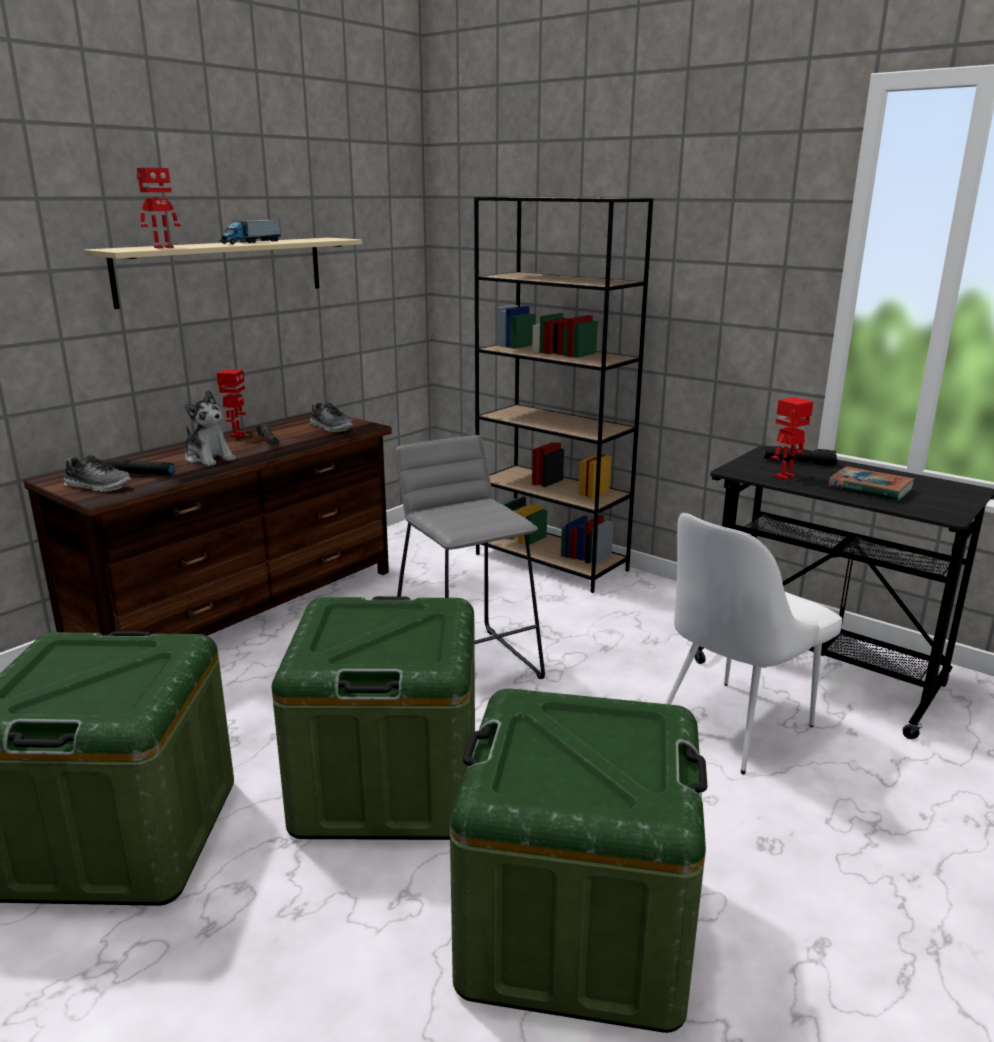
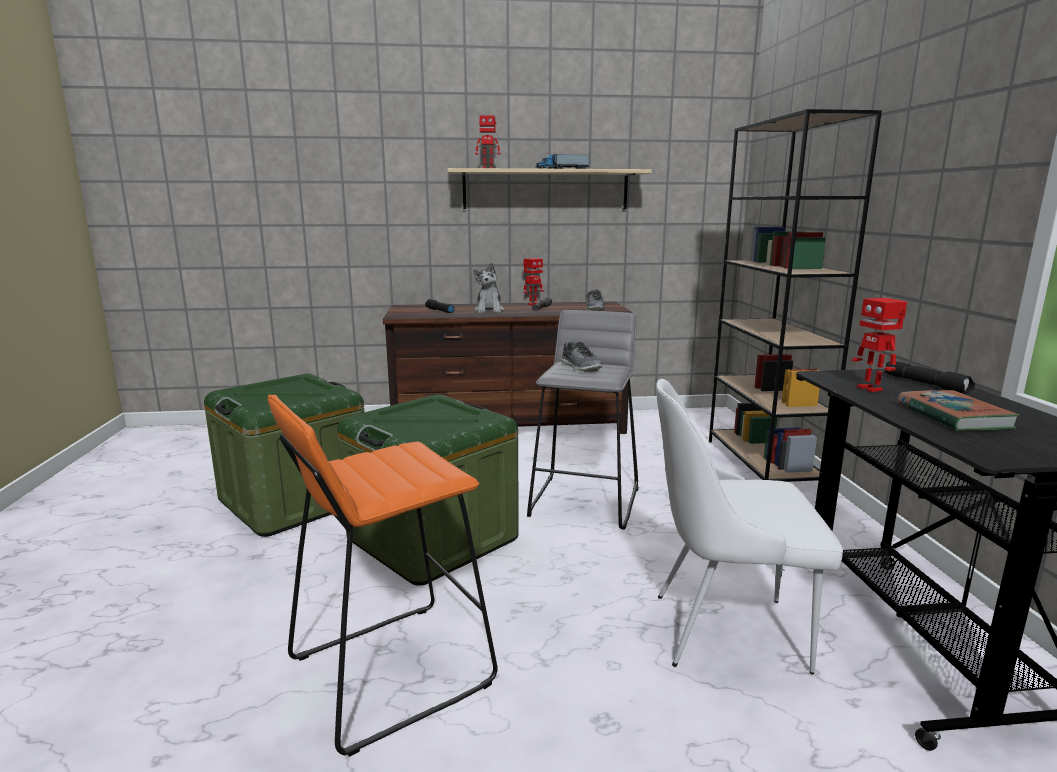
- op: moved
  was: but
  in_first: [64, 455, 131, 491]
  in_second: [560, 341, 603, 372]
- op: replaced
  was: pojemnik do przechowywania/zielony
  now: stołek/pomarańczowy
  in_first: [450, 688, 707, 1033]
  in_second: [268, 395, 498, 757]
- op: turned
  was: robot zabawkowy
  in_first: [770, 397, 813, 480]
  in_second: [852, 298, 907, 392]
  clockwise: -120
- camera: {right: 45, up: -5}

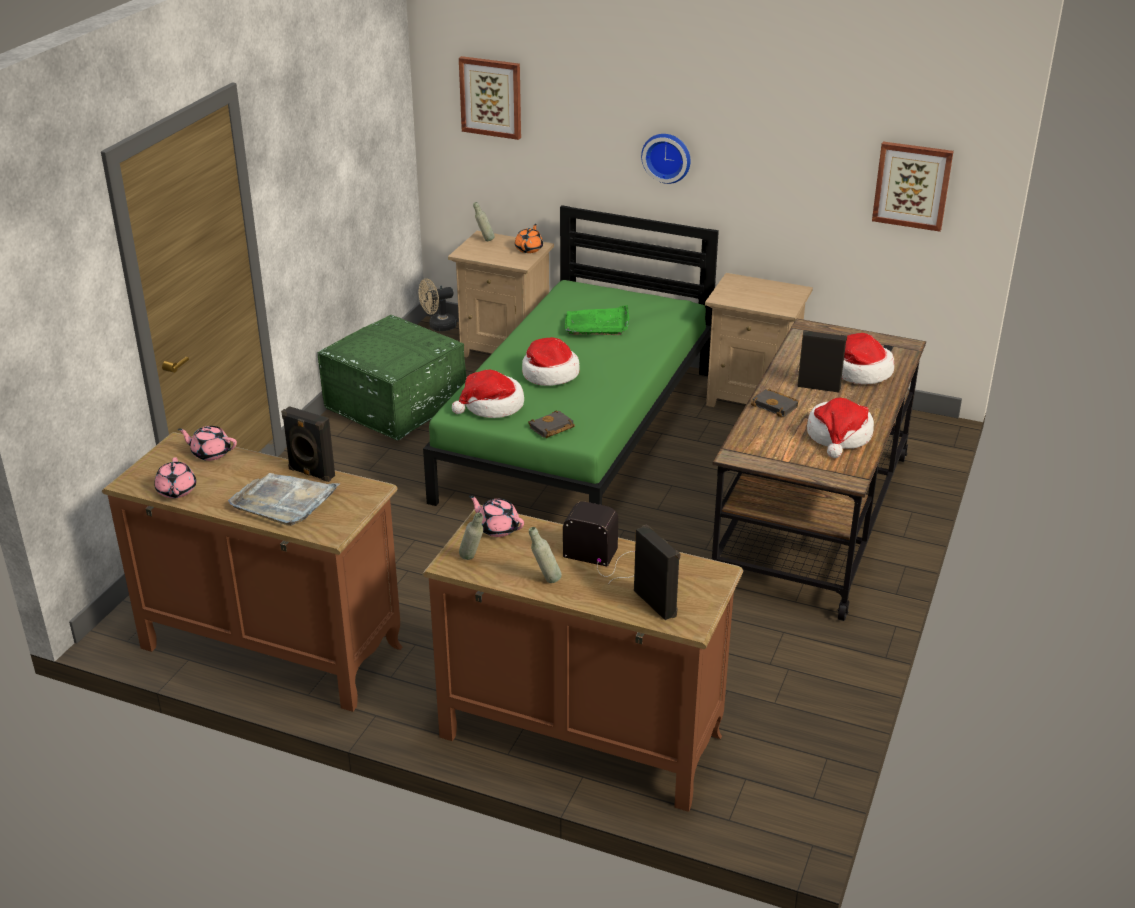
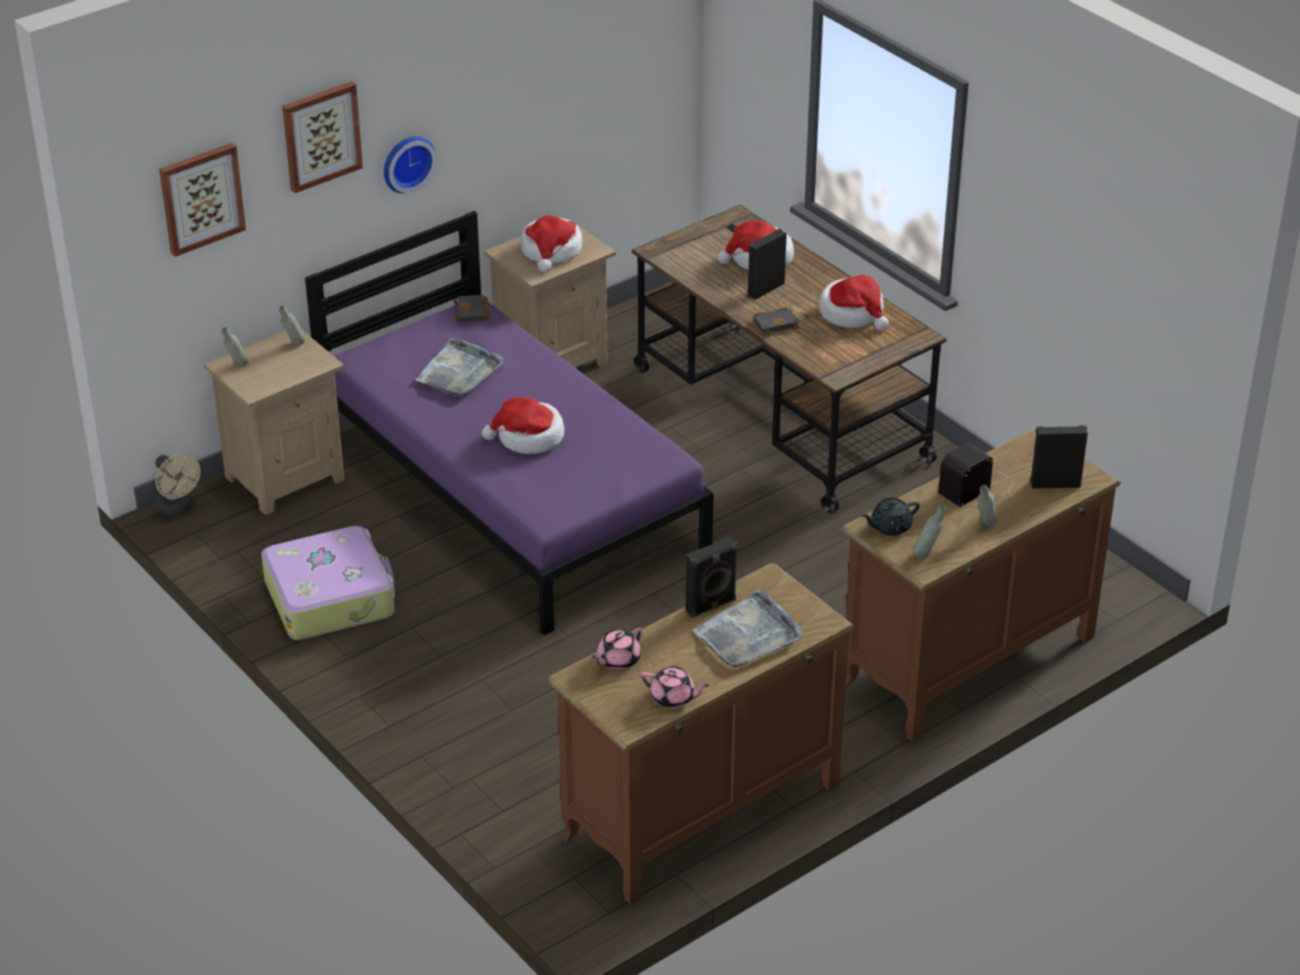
- op: replaced
  was: pufa/zielony
  now: walizka
  in_first: [318, 315, 466, 440]
  in_second: [261, 526, 395, 640]
- op: turned
  was: wentylator/beżowy
  in_first: [418, 278, 457, 331]
  in_second: [155, 454, 200, 516]
  clockwise: -45
- op: recoloured
  was: łóżko/zielony
  now: łóżko/fioletowy
  in_first: [423, 205, 719, 506]
  in_second: [305, 211, 714, 636]
- op: moved
  was: kapelusz
  in_first: [452, 370, 524, 418]
  in_second: [521, 215, 583, 273]
- op: recoloured
  was: imbryk/różowy
  now: imbryk/czarny
  in_first: [469, 495, 524, 537]
  in_second: [862, 498, 920, 536]
- op: replaced
  was: imbryk/pomarańczowy
  now: butelka/szary
  in_first: [515, 224, 543, 253]
  in_second: [279, 306, 305, 346]
- op: moved
  was: książka/czarny
  in_first: [528, 410, 575, 438]
  in_second: [453, 295, 490, 323]
- op: recoloured
  was: taca/zielony
  now: taca/szary
  in_first: [565, 305, 630, 335]
  in_second: [415, 338, 504, 397]
- op: moved
  was: obraz
  in_first: [872, 142, 954, 232]
  in_second: [282, 81, 363, 193]
- camera: {right: -60, up: 5}

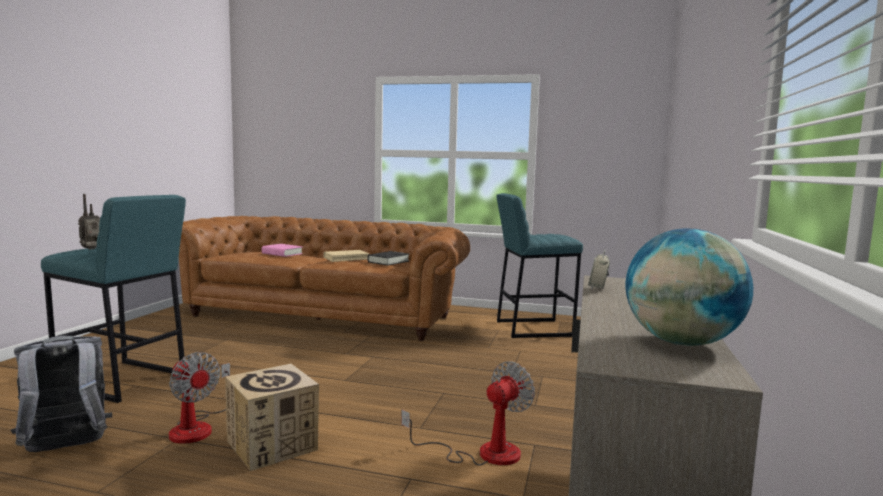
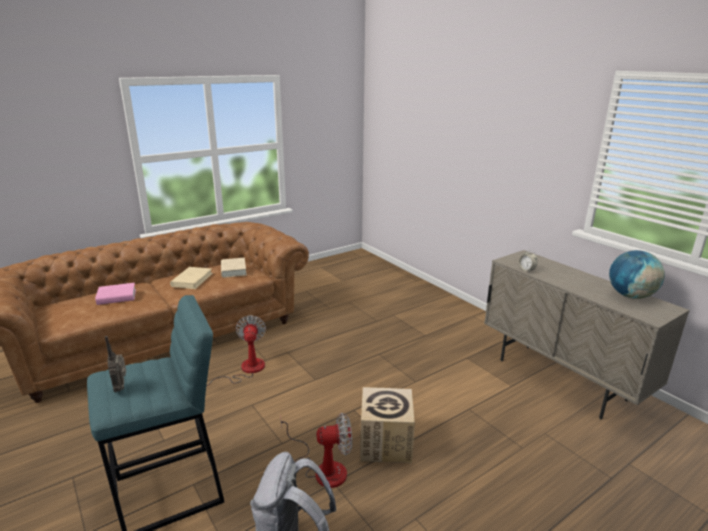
- op: recoloured
  was: książka/czarny
  now: książka/beżowy
  in_first: [368, 251, 409, 266]
  in_second: [221, 258, 247, 278]
- op: moved
  was: wentylator
  in_first: [401, 362, 535, 466]
  in_second: [206, 315, 266, 386]
- op: removed
  was: stołek/turkusowy
  in_first: [496, 193, 583, 338]
- camera: {right: -50, up: 15}

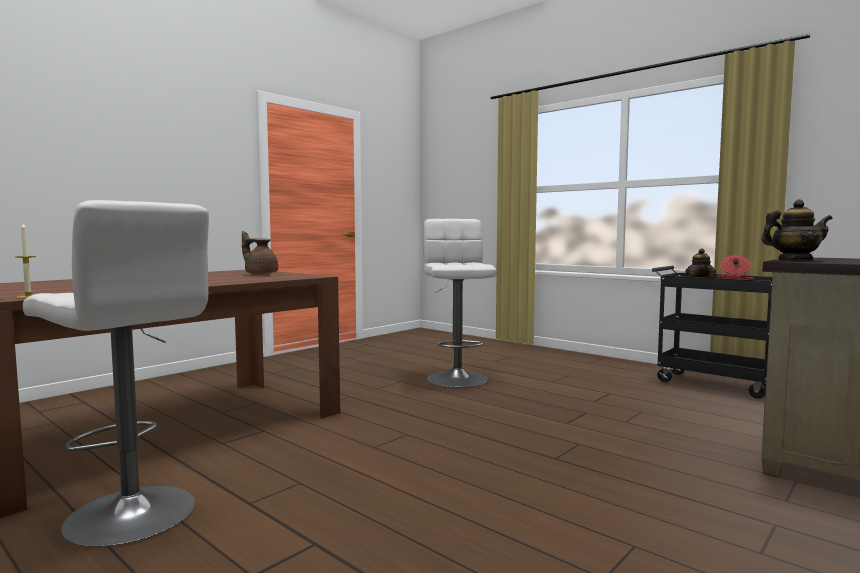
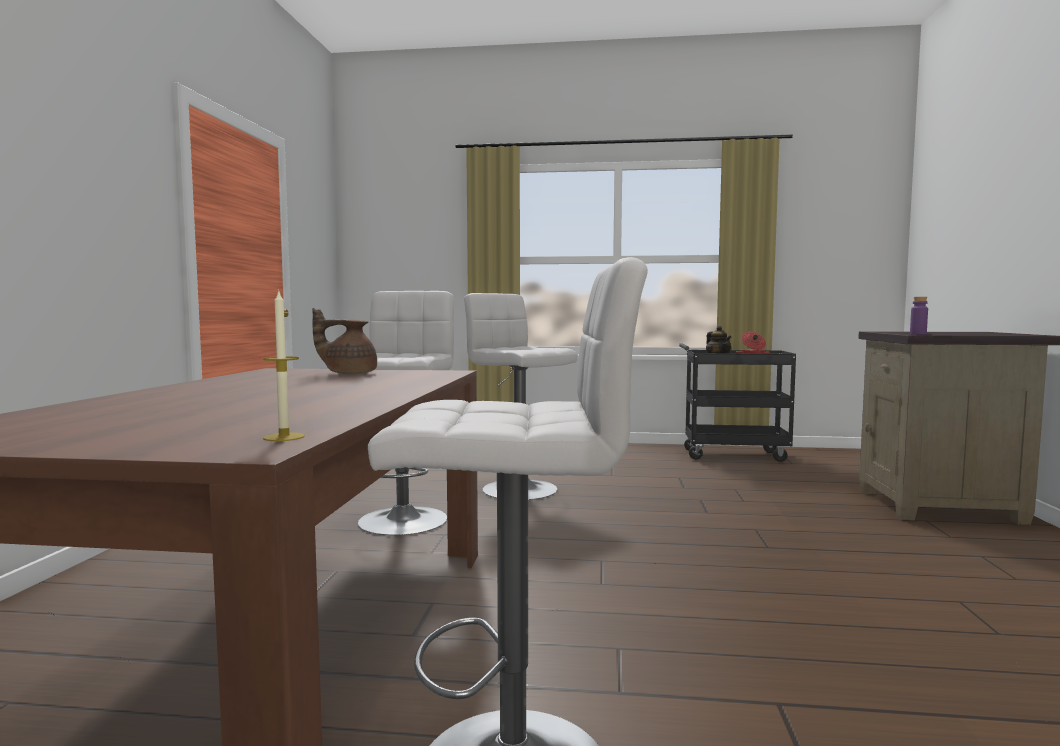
- op: replaced
  was: imbryk
  now: butelka/fioletowy
  in_first: [761, 199, 832, 260]
  in_second: [910, 297, 928, 335]
- op: added
  now: stołek/biały
  in_second: [358, 291, 454, 535]
- camera: {right: -35, up: 0}

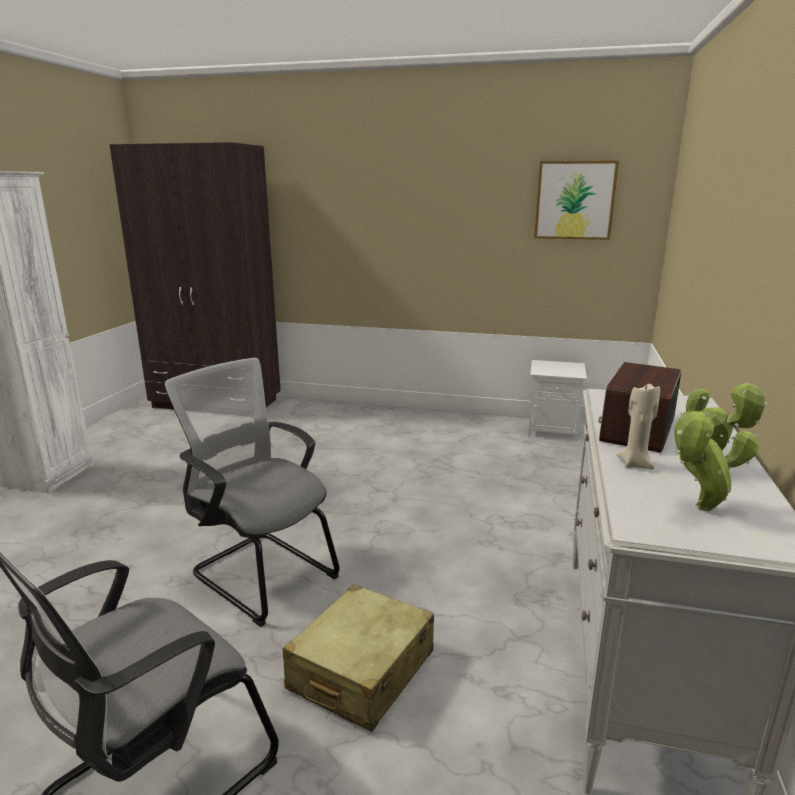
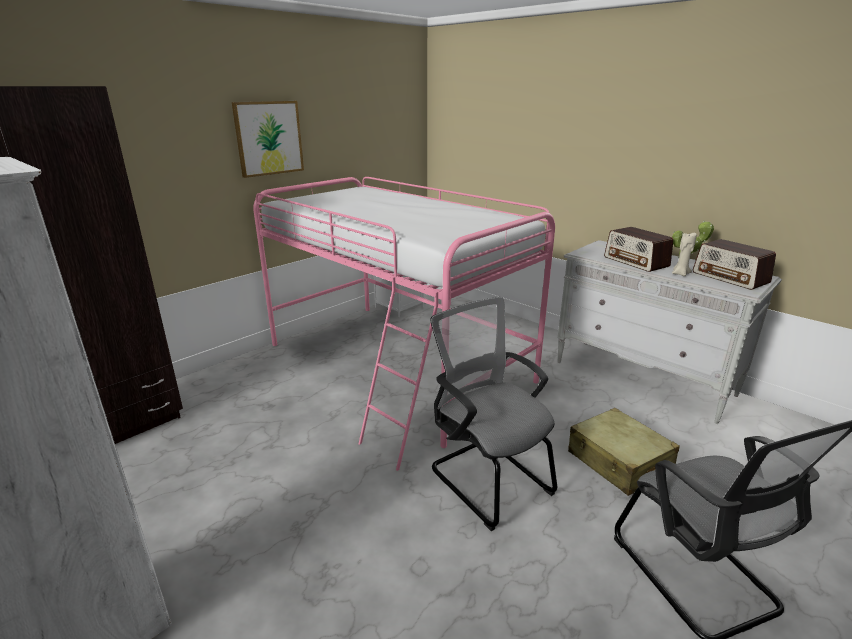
- op: turned
  was: krzesło
  in_first: [164, 358, 340, 627]
  in_second: [431, 297, 557, 531]
  clockwise: 75
- op: moved
  was: obraz
  in_first: [534, 160, 619, 240]
  in_second: [232, 101, 304, 178]
- op: replaced
  was: roślina doniczkowa
  now: radio
  in_first: [674, 411, 759, 512]
  in_second: [693, 239, 776, 290]
- op: added
  now: łóżko/różowy
  in_second: [253, 177, 555, 471]
- camera: {right: -60, up: 5}

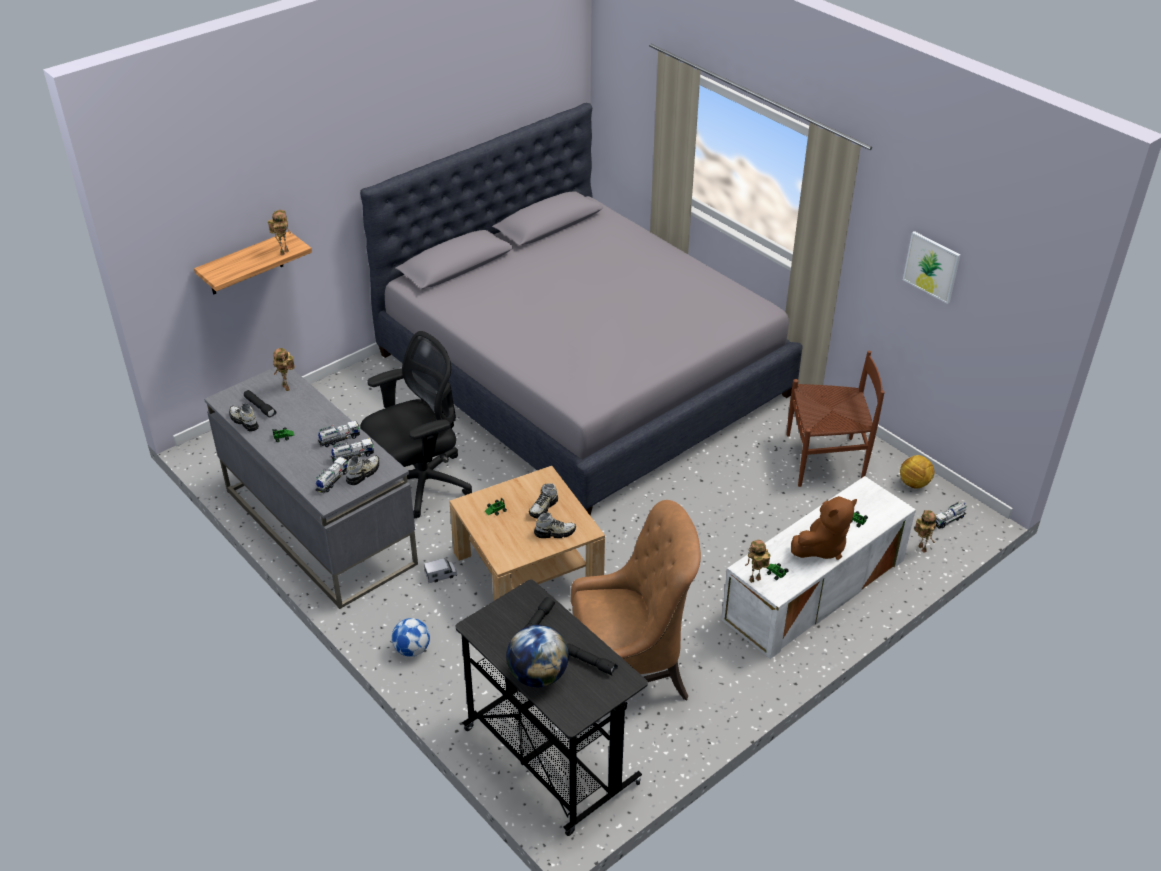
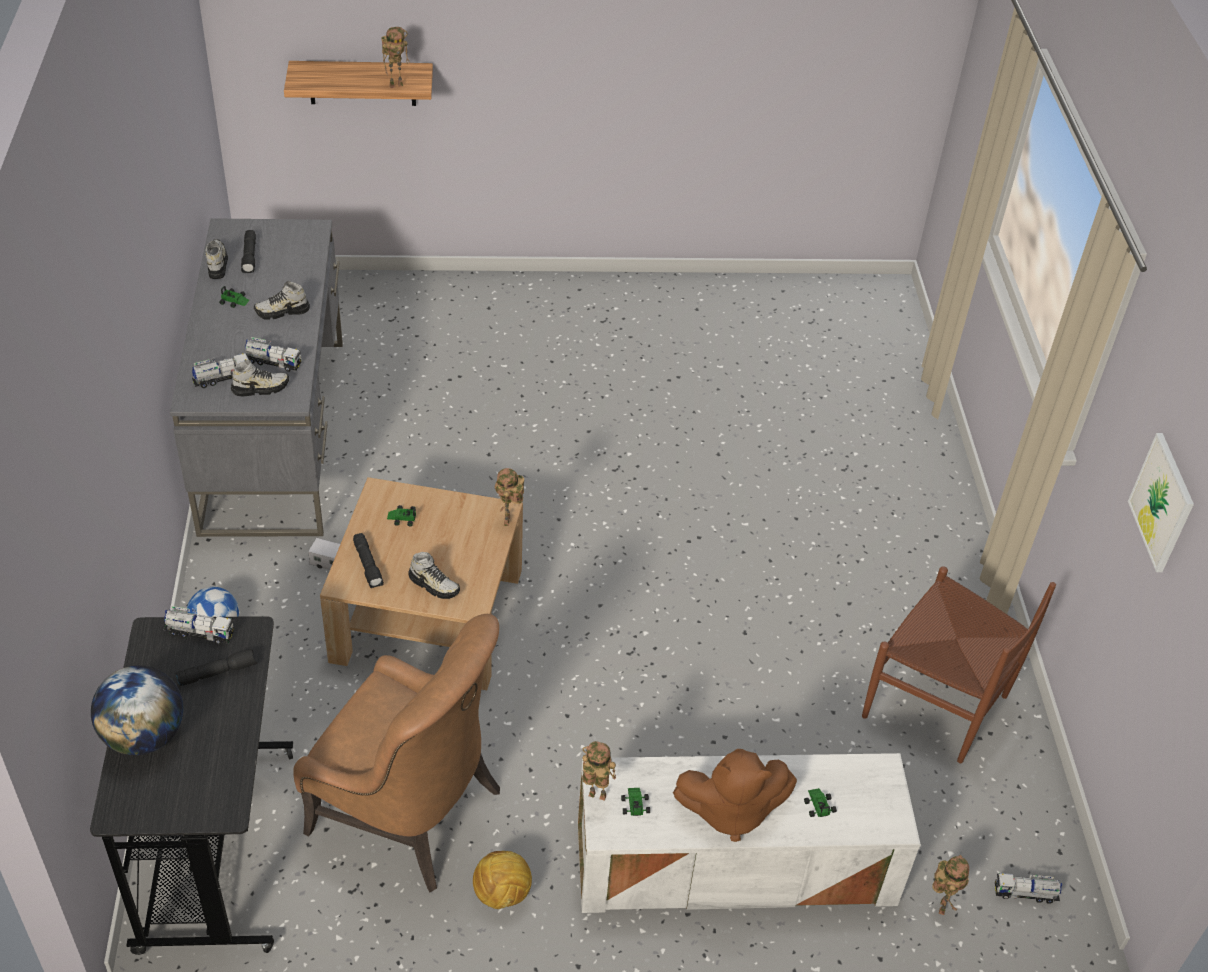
- op: moved
  was: robot zabawkowy
  in_first: [273, 348, 295, 391]
  in_second: [495, 468, 524, 526]
- op: moved
  was: ciężarówka zabawkowa
  in_first: [318, 420, 360, 447]
  in_second: [164, 606, 234, 644]
- op: removed
  was: łóżko/szary
  in_first: [360, 103, 803, 515]
- op: removed
  was: krzesło biurowe/czarny
  in_first: [360, 331, 472, 519]
- op: moved
  was: but
  in_first: [529, 483, 558, 519]
  in_second: [254, 281, 310, 319]
- op: moved
  was: latarka/czarny
  in_first: [567, 643, 618, 675]
  in_second: [353, 533, 384, 588]
- op: moved
  was: piłka futbolowa
  in_first: [900, 455, 934, 489]
  in_second: [473, 851, 532, 909]
- camera: {right: 35, up: 5}

